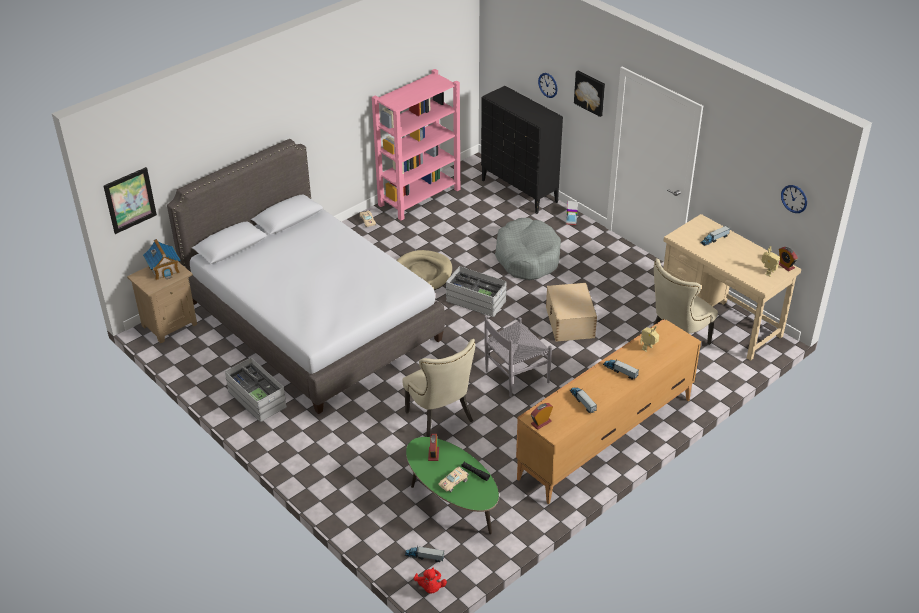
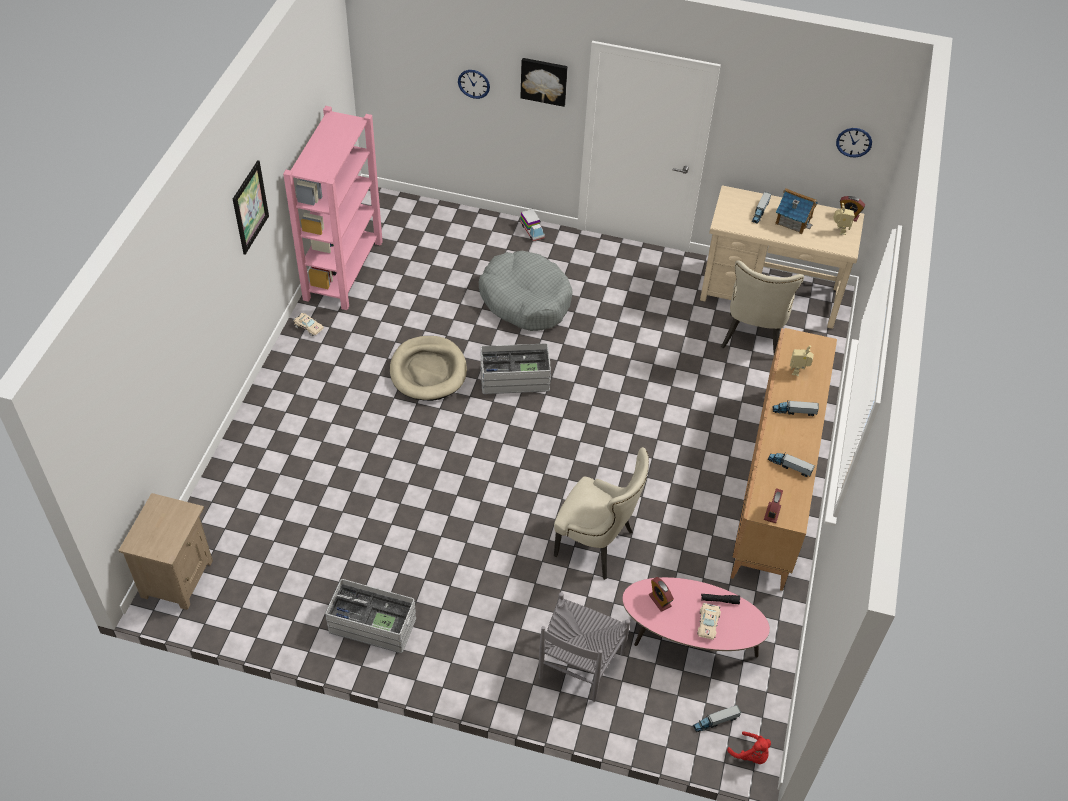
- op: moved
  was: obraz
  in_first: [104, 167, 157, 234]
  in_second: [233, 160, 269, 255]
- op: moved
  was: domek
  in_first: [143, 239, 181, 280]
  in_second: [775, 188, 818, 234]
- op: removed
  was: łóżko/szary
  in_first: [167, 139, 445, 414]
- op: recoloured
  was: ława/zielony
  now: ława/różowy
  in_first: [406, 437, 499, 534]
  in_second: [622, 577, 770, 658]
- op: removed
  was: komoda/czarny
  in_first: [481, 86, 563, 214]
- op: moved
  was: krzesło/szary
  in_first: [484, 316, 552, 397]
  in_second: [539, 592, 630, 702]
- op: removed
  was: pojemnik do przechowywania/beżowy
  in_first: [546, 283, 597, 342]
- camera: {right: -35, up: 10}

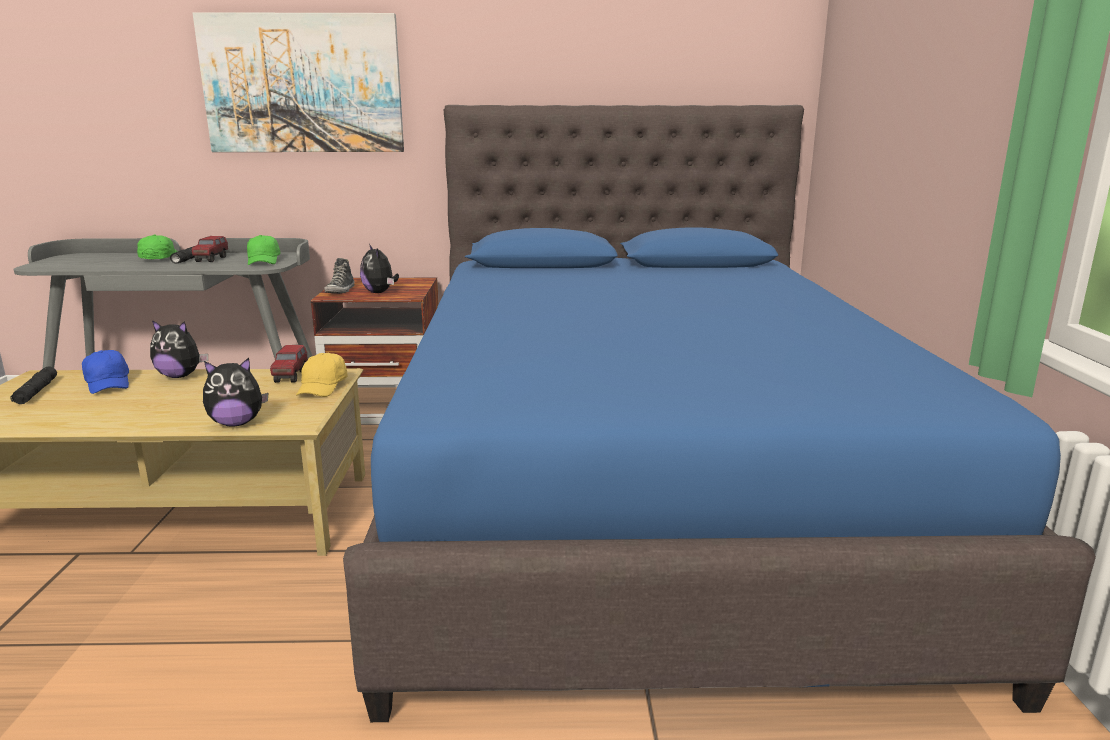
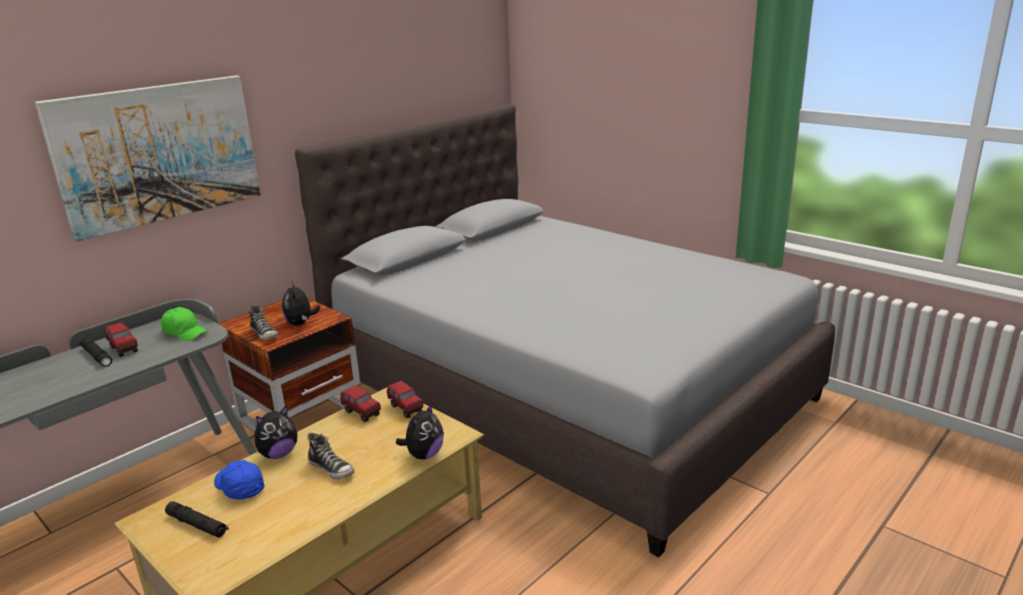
- op: turned
  was: czapka z daszkiem/niebieski
  in_first: [82, 350, 129, 394]
  in_second: [214, 460, 265, 500]
  clockwise: -150
- op: removed
  was: czapka z daszkiem/zielony
  in_first: [137, 235, 178, 259]
- op: replaced
  was: czapka z daszkiem/żółty
  now: ciężarówka zabawkowa
  in_first: [296, 353, 347, 397]
  in_second: [387, 381, 423, 418]
- op: recoloured
  was: łóżko/niebieski
  now: łóżko/szary
  in_first: [343, 105, 1096, 722]
  in_second: [295, 104, 835, 557]
- op: turned
  was: pluszak
  in_first: [360, 244, 399, 293]
  in_second: [282, 282, 320, 326]
  clockwise: 60
- op: added
  now: but
  in_second: [307, 433, 354, 479]
- camera: {right: -45, up: 5}

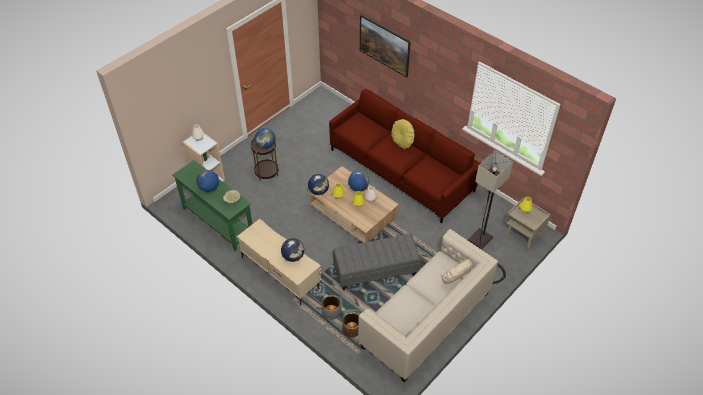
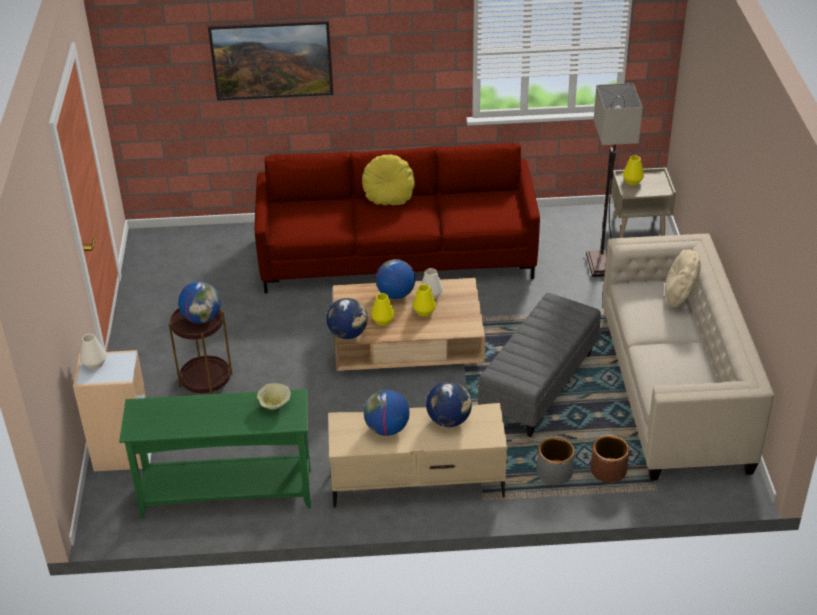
- op: moved
  was: globus
  in_first: [197, 170, 219, 192]
  in_second: [364, 390, 410, 436]
- camera: {right: -45, up: -10}

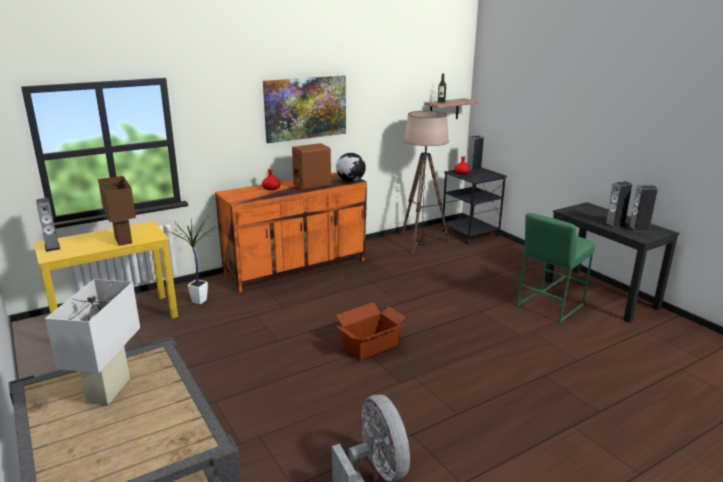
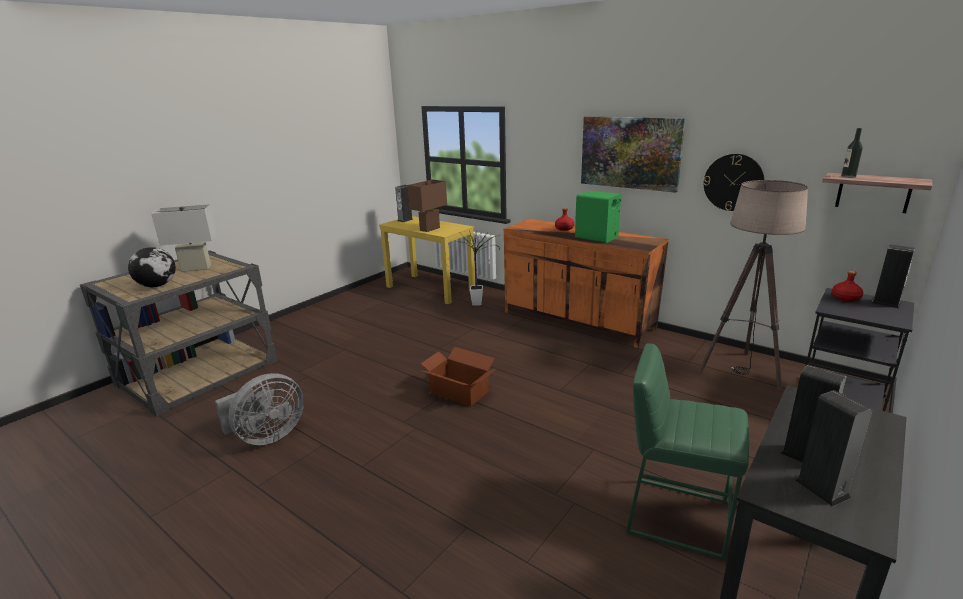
- op: recoloured
  was: głośnik/brązowy
  now: głośnik/zielony
  in_first: [292, 143, 331, 190]
  in_second: [575, 191, 622, 243]
- op: moved
  was: globus
  in_first: [336, 153, 366, 182]
  in_second: [128, 247, 176, 287]
- op: added
  now: zegar ścienny
  in_second: [704, 154, 764, 211]
- camera: {right: 70, up: 0}

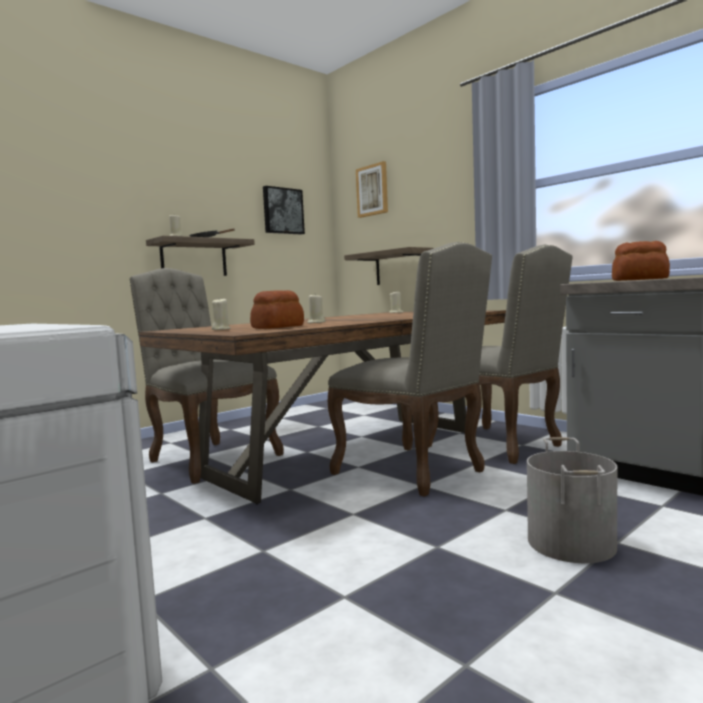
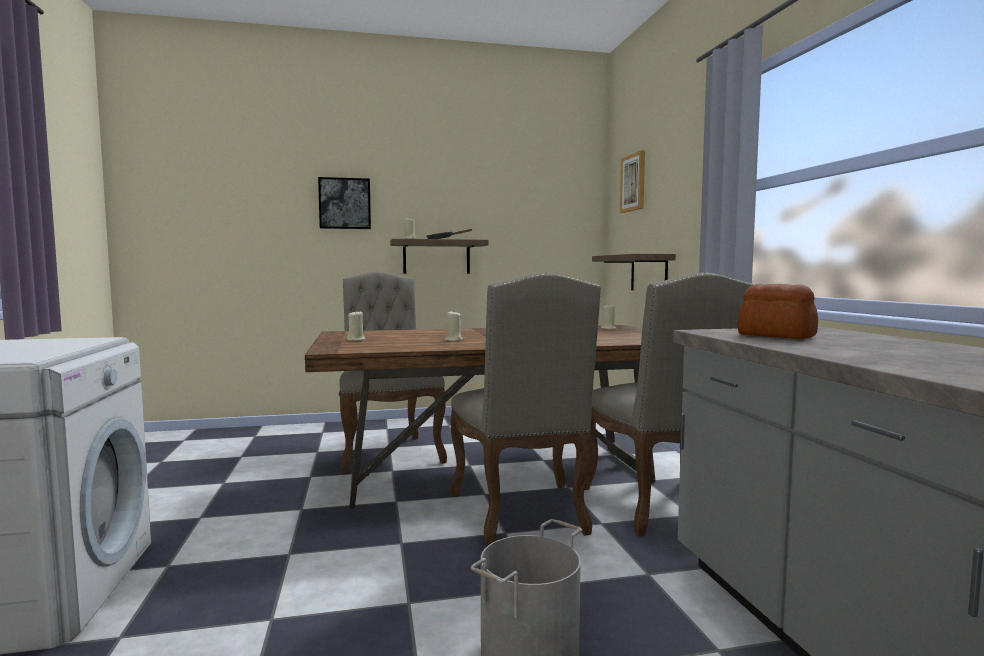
- op: removed
  was: chleb
  in_first: [250, 290, 304, 329]
- op: moved
  was: obraz
  in_first: [263, 186, 305, 235]
  in_second: [318, 177, 371, 229]
- camera: {right: 30, up: 0}

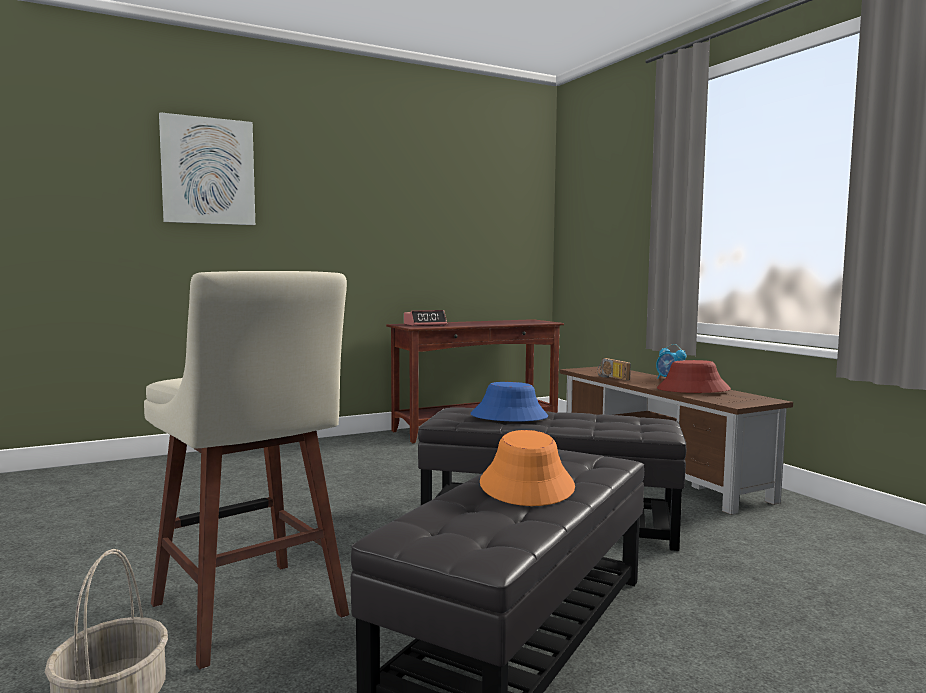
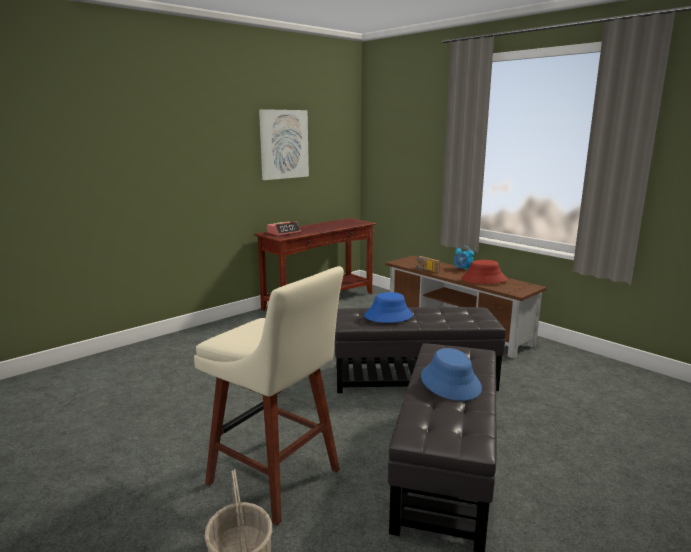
- op: moved
  was: obraz
  in_first: [159, 112, 255, 225]
  in_second: [259, 109, 309, 180]
- op: recoloured
  was: kapelusz/pomarańczowy
  now: kapelusz/niebieski
  in_first: [480, 430, 575, 506]
  in_second: [421, 348, 482, 401]
- camera: {right: -15, up: 10}

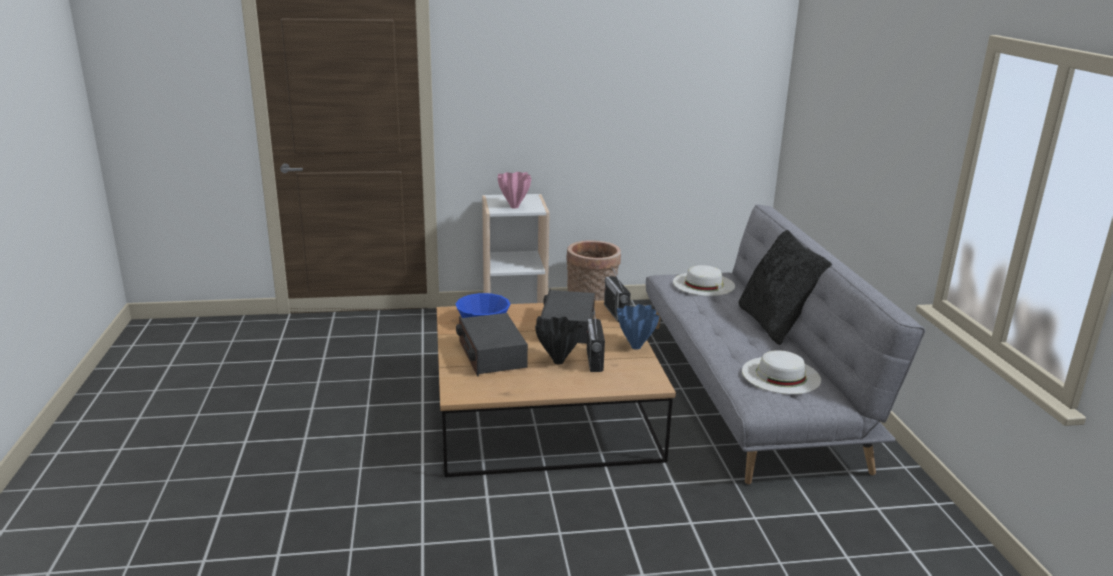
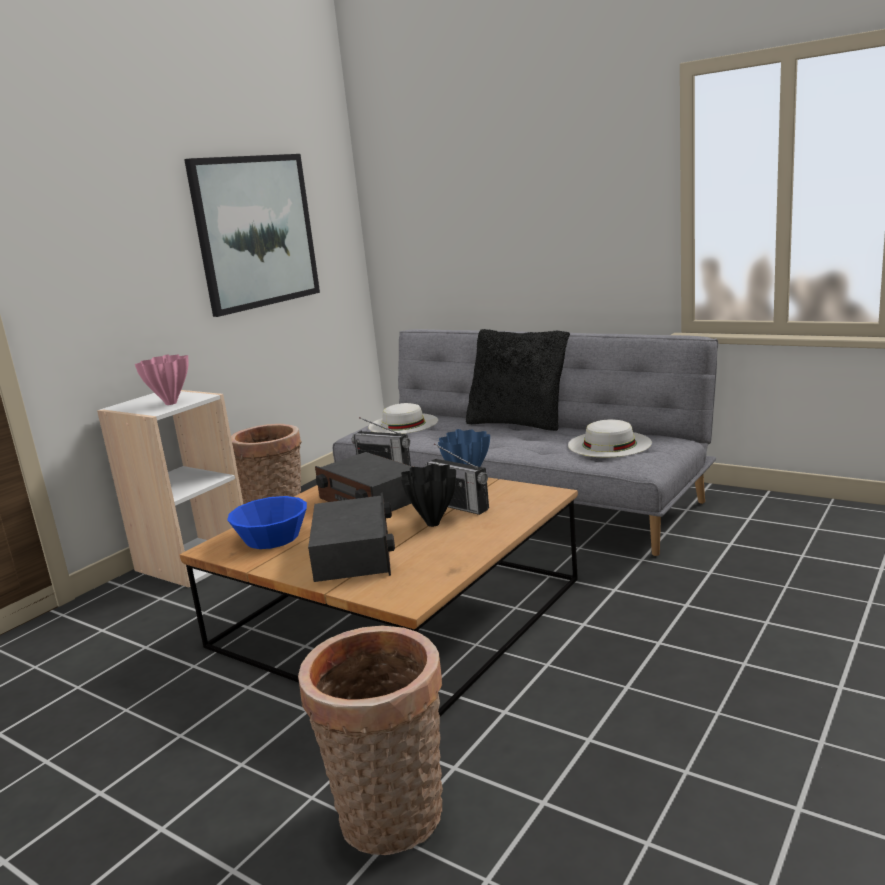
- op: turned
  was: radio
  in_first: [456, 313, 528, 377]
  in_second: [308, 493, 395, 582]
  clockwise: -120
- op: added
  now: obraz
  in_second: [184, 154, 320, 317]
- op: added
  now: koszyk
  in_second: [298, 626, 443, 855]
- camera: {right: -45, up: -5}

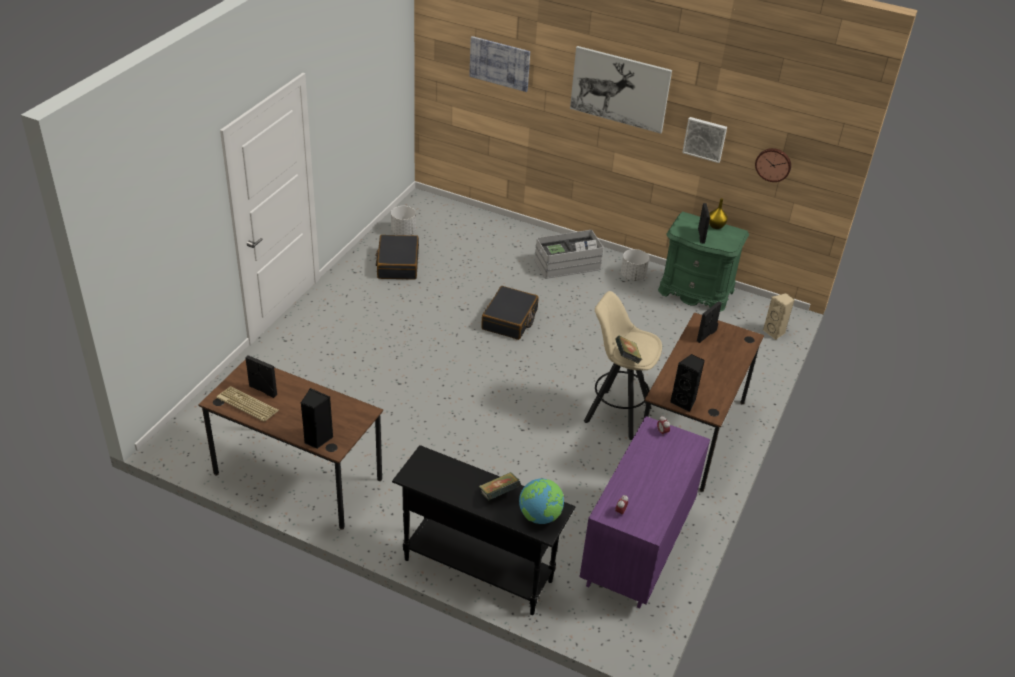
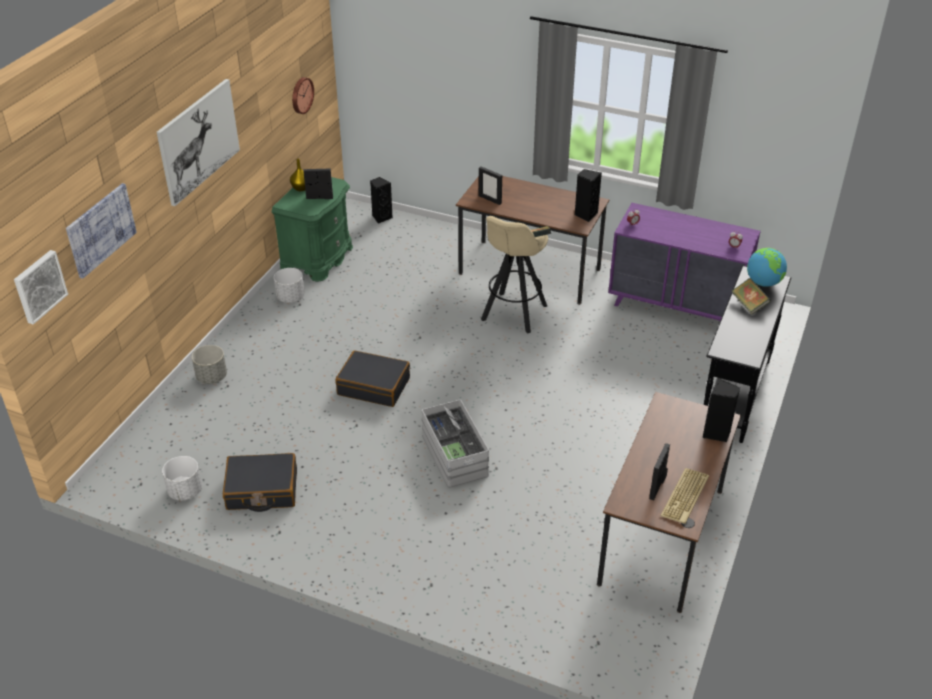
- op: moved
  was: pojemnik do przechowywania/szary
  in_first: [534, 230, 603, 279]
  in_second: [422, 400, 489, 488]
- op: moved
  was: obraz
  in_first: [682, 117, 727, 163]
  in_second: [14, 250, 68, 324]
- op: recoloured
  was: głośnik/beżowy
  now: głośnik/czarny
  in_first: [763, 293, 795, 340]
  in_second: [370, 177, 393, 224]
- op: added
  now: donica/szary
  in_second: [192, 345, 227, 384]
- camera: {right: -90, up: 0}

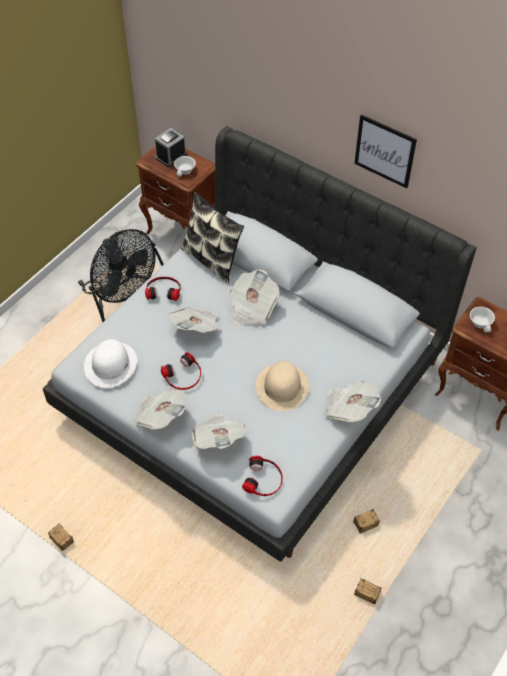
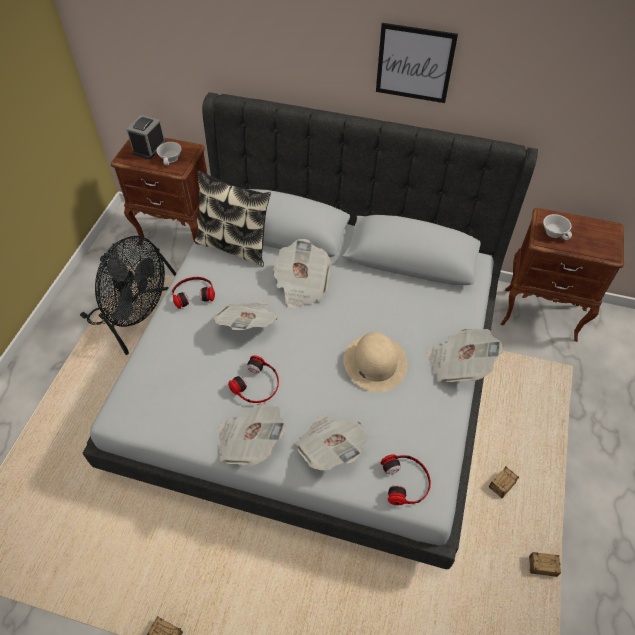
- op: removed
  was: kapelusz/biały
  in_first: [84, 339, 137, 388]
- camera: {right: -20, up: 0}

